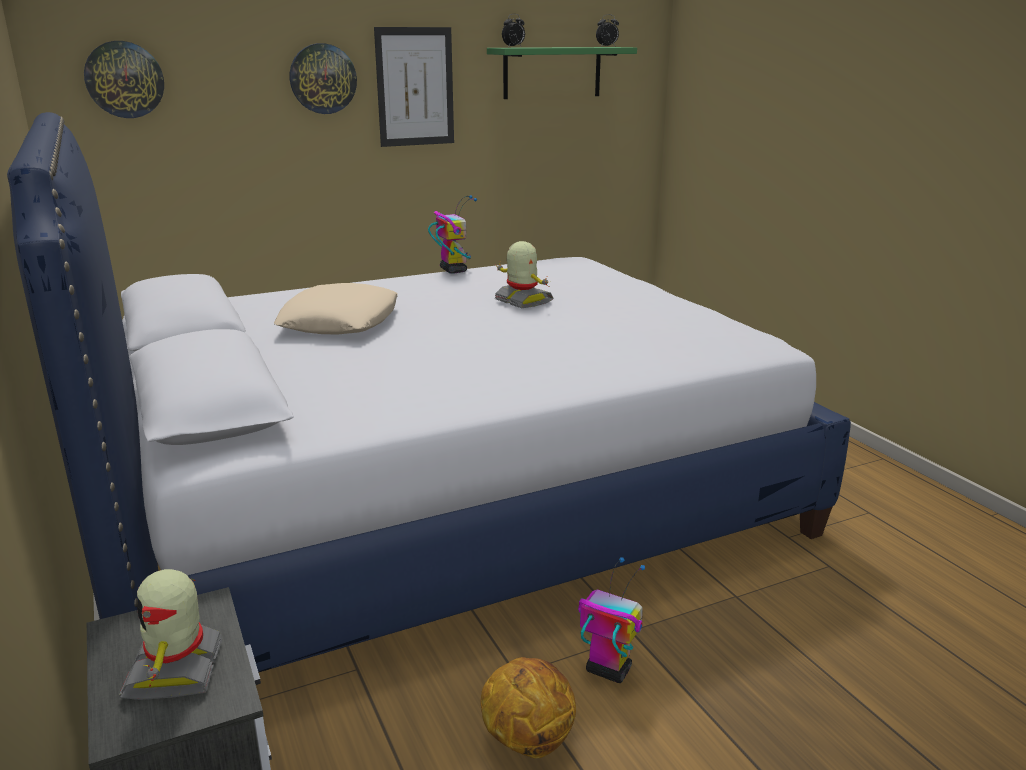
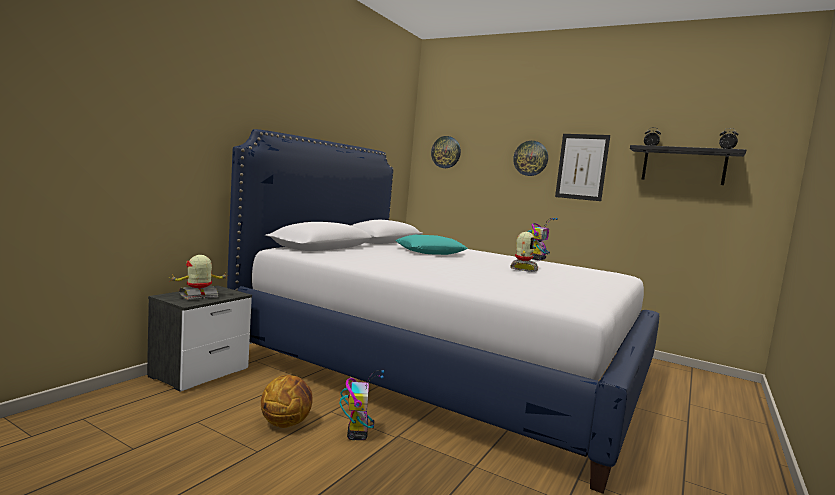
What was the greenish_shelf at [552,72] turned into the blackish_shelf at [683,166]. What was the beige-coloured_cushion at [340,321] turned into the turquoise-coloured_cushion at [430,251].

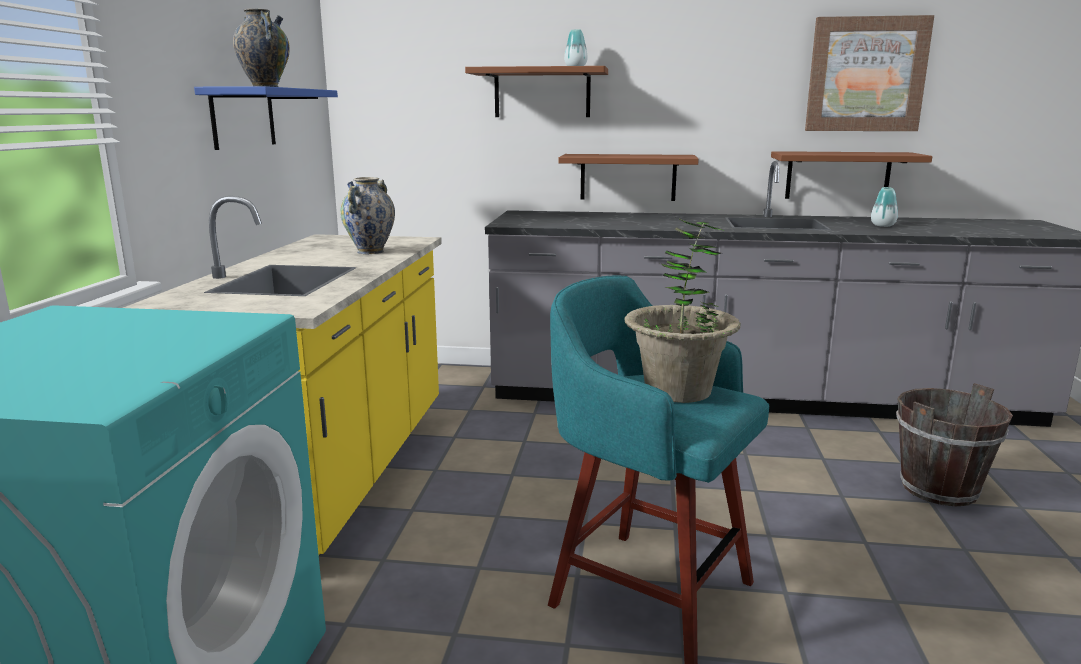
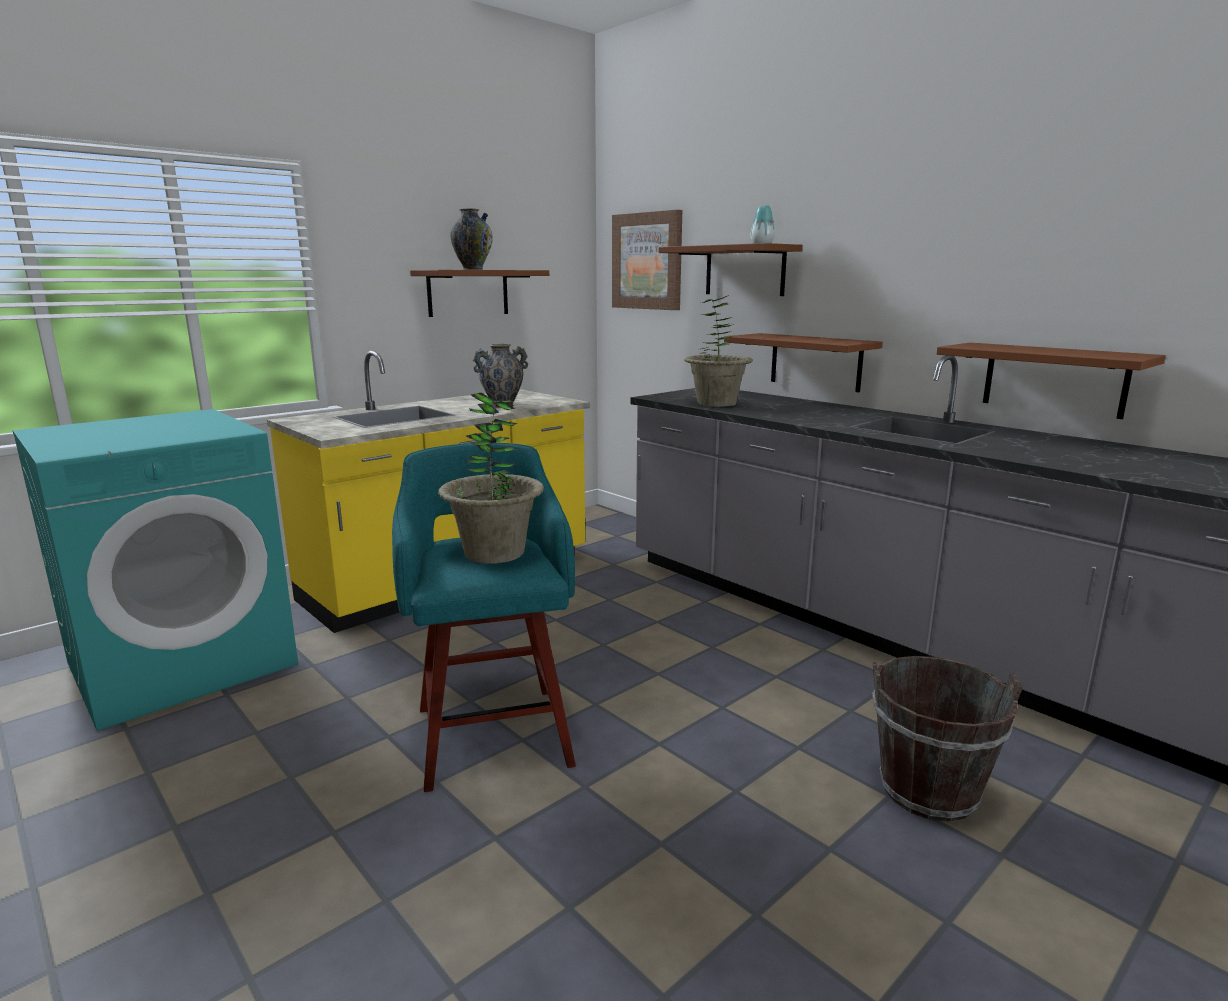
The wall_picture ended up elsewhere, having gone from [866,75] to [647,261]. What was the blue_shelf at [243,118] turned into the brown_shelf at [468,293]. The second view lost the vase at [883,225]. The second view gained the houseplant at [716,403].

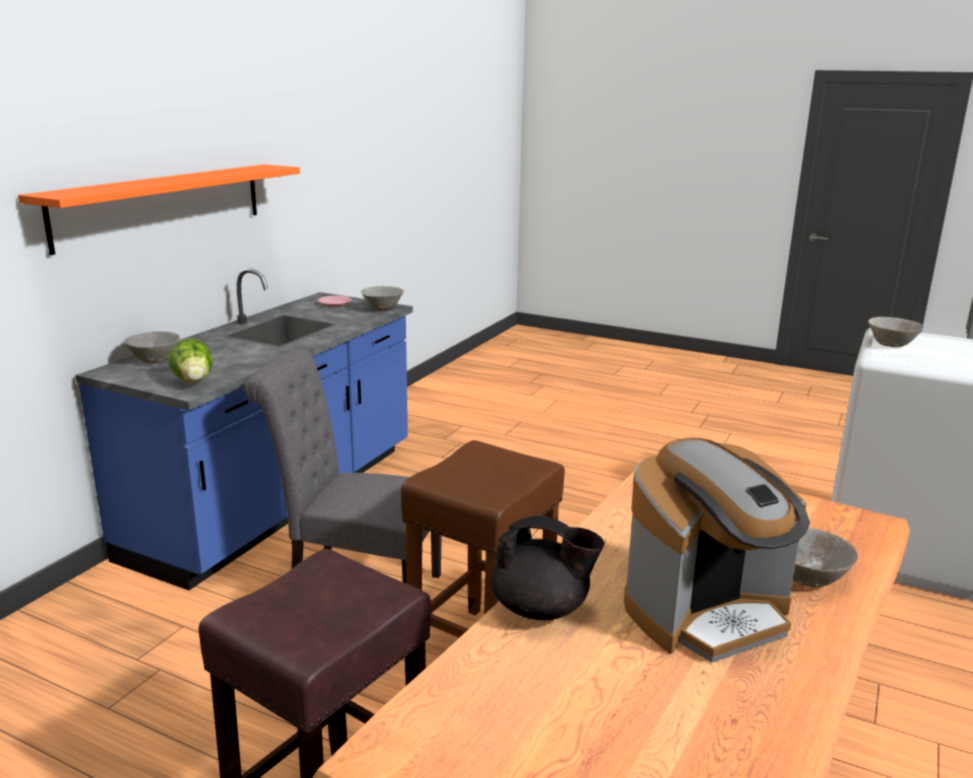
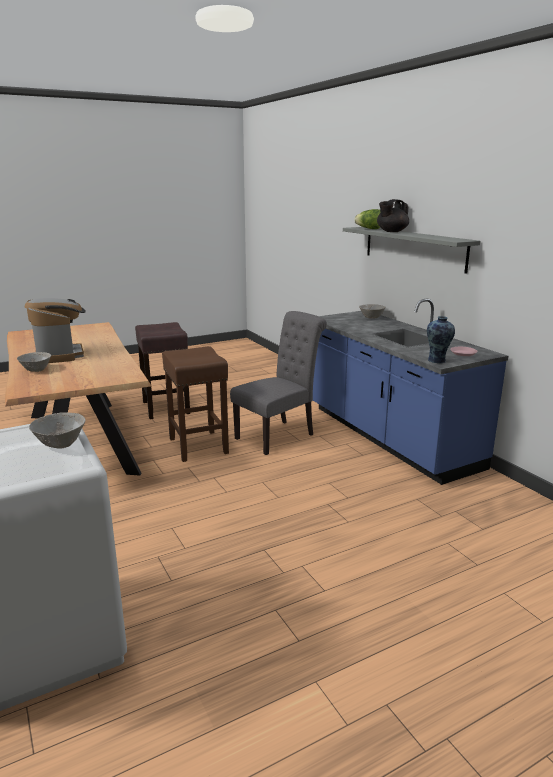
What was the orange_shelf at [162,205] turned into the greyish_shelf at [413,248]. Where the greyish_bowl stood at [383,309], the vase came to stand at [437,361]. The lettuce ended up elsewhere, having gone from [194,381] to [369,229]. The coffee_machine at [707,614] ended up facing another way, 150 degrees clockwise from before. The blackish_tea_pot ended up elsewhere, having gone from [541,609] to [391,231].

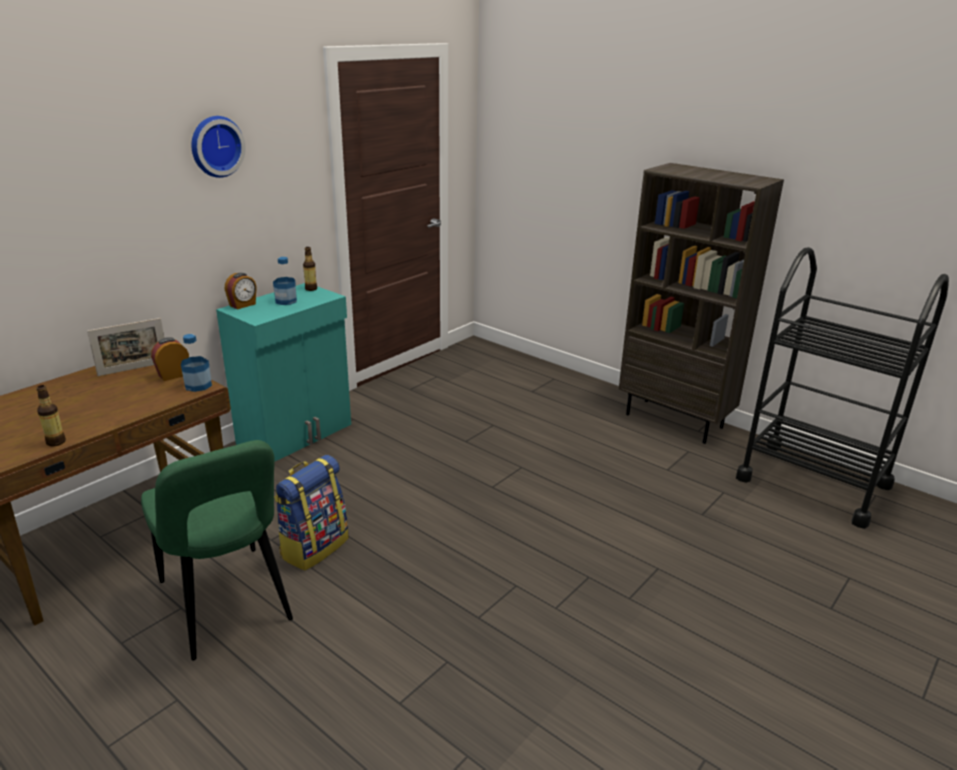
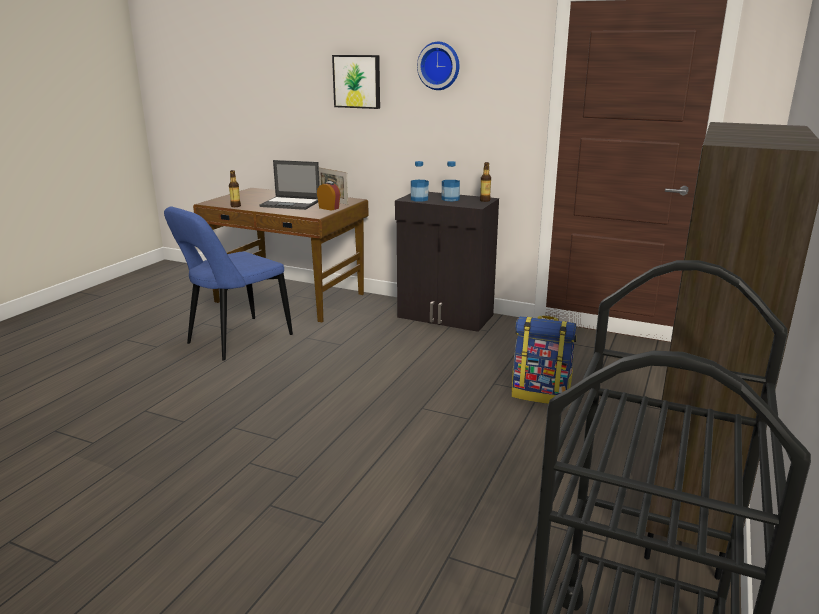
The second view lost the alarm_clock at [243,305]. What was the turquoise-coloured_cupboard at [296,434] turned into the blackish_cupboard at [445,316]. The drink_bottle ended up elsewhere, having gone from [198,385] to [419,199]. What was the greenish_chair at [227,605] turned into the blue_chair at [235,340]. The rucksack ended up elsewhere, having gone from [314,547] to [541,394]. The second view gained the wall_picture at [357,81]. The second view gained the laptop at [291,204].

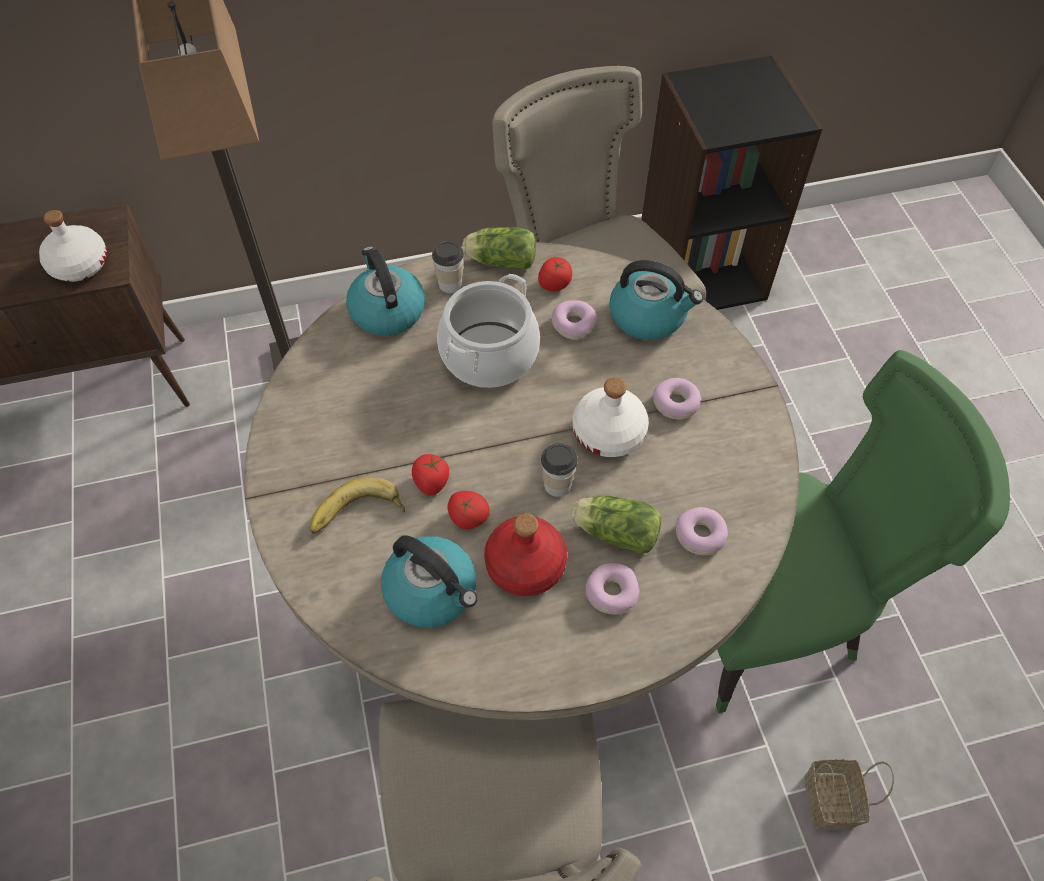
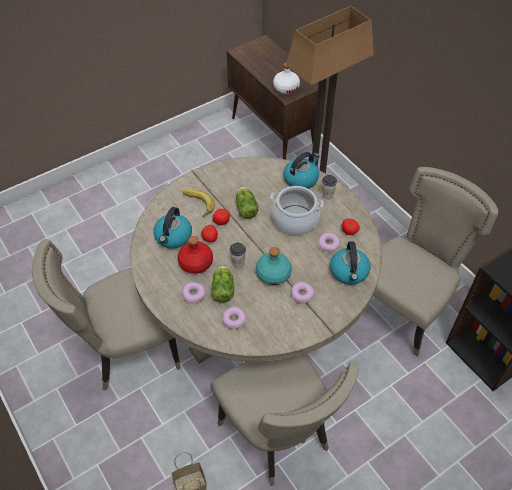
The lettuce ended up elsewhere, having gone from [499,261] to [246,207]. What was the greenish_chair at [769,616] turned into the beige-coloured_chair at [279,436]. What was the whitish_drink_bottle at [609,432] turned into the turquoise-coloured_drink_bottle at [274,274].

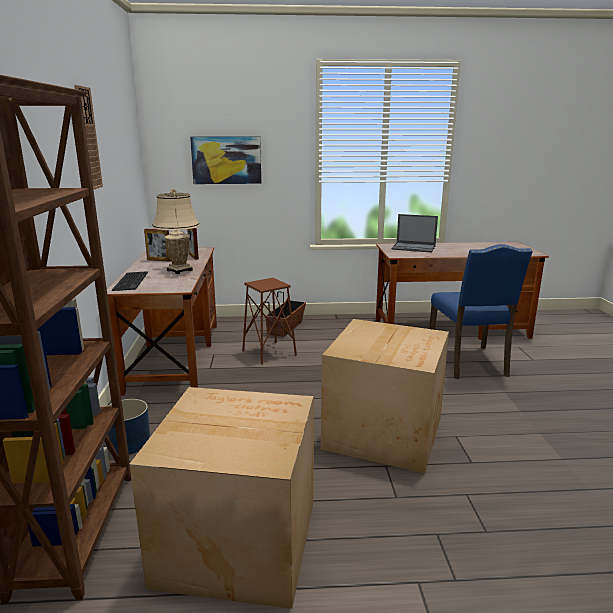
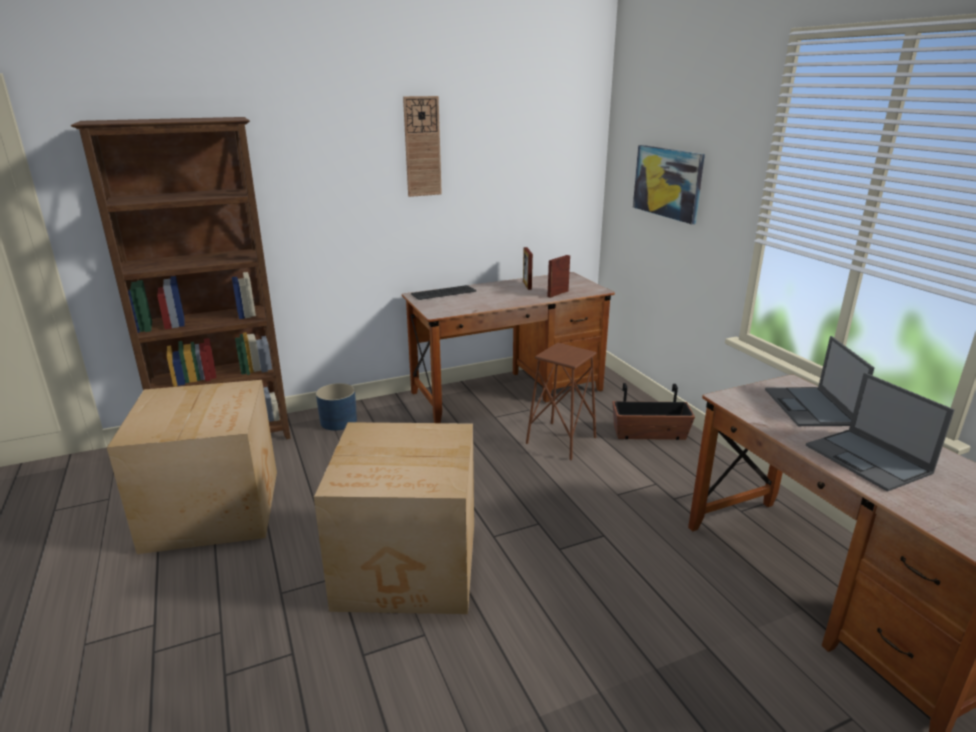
The second view lost the beige-coloured_lamp_for_a_table at [179,270]. The second view lost the blue_chair at [469,363]. The second view gained the laptop at [868,460].

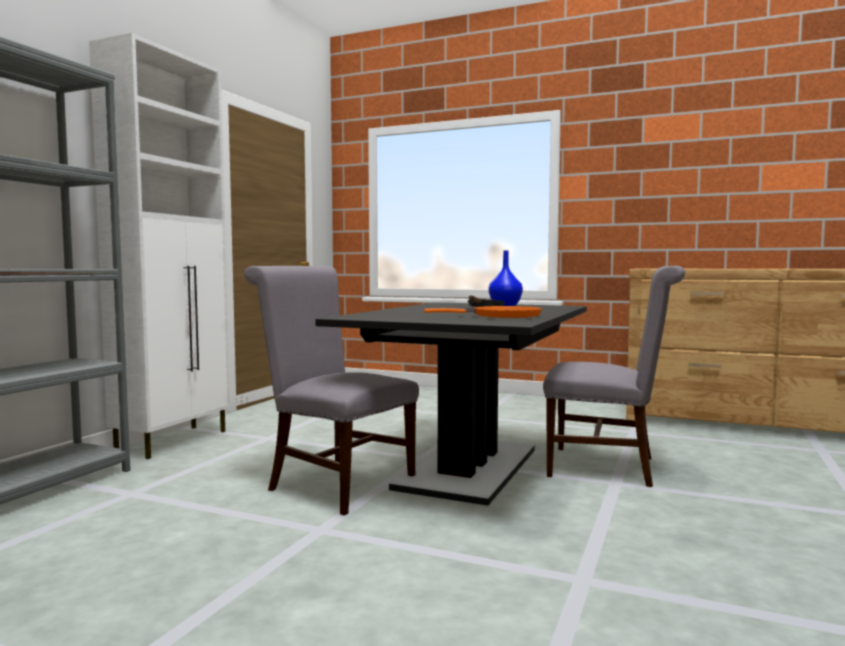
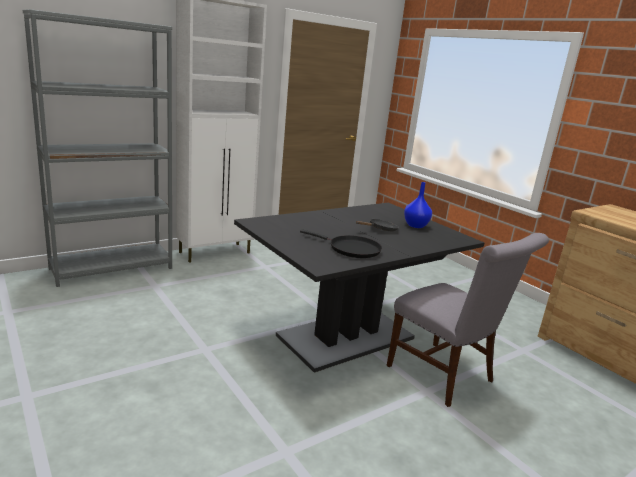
The second view lost the greyish_chair at [334,484]. What was the orange_skillet at [502,316] turned into the blackish_skillet at [351,249].

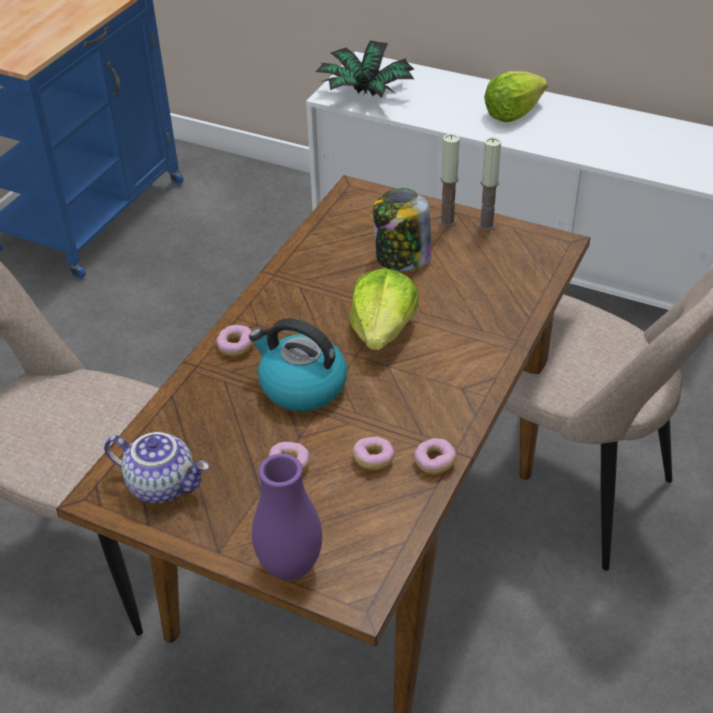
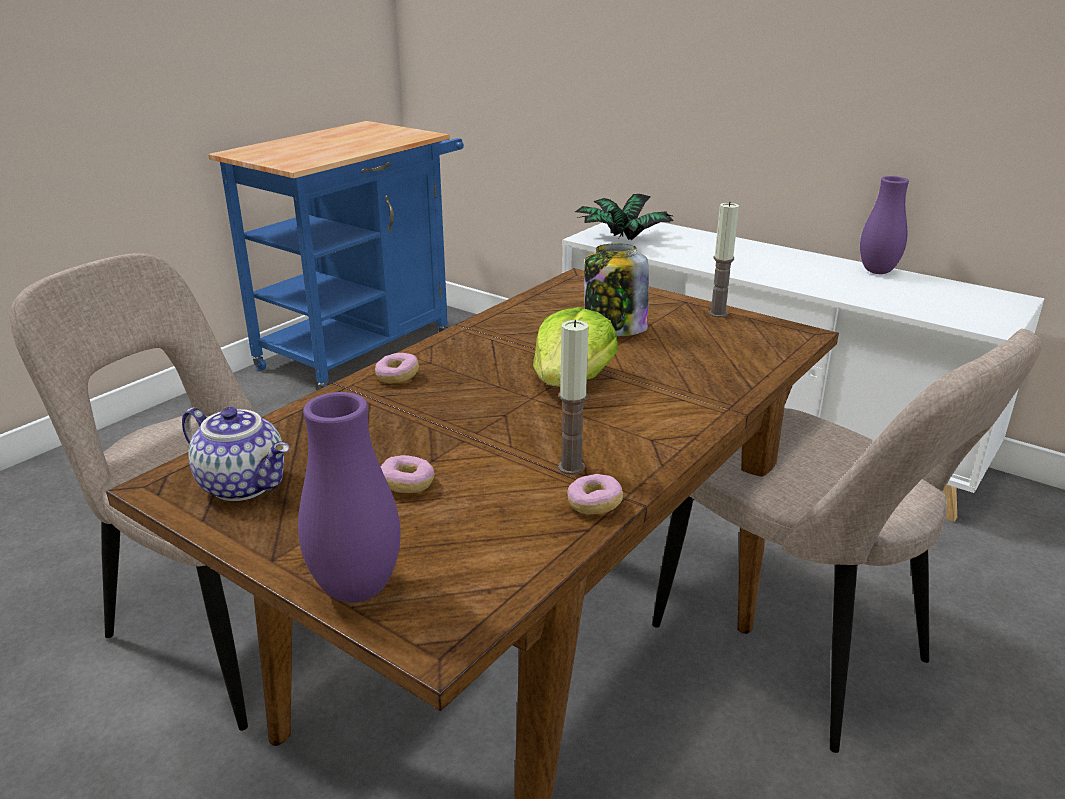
The second view lost the lettuce at [512,113]. The wax_light ended up elsewhere, having gone from [447,222] to [571,467]. The second view lost the water_kettle at [301,386]. The second view lost the ring_doughnut at [373,459]. The second view gained the purple-coloured_vase at [877,271].

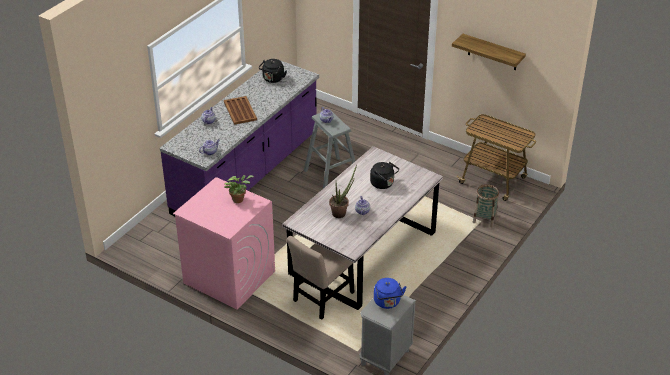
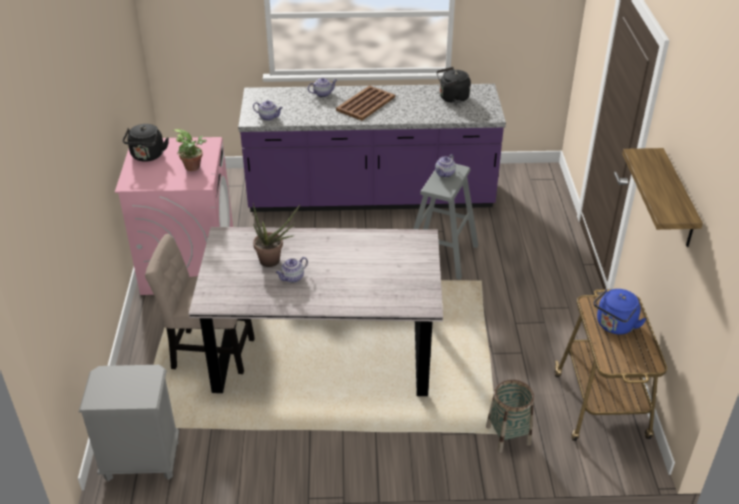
The blackish_water_kettle ended up elsewhere, having gone from [383,184] to [147,156]. The blue_water_kettle ended up elsewhere, having gone from [387,302] to [614,326].

